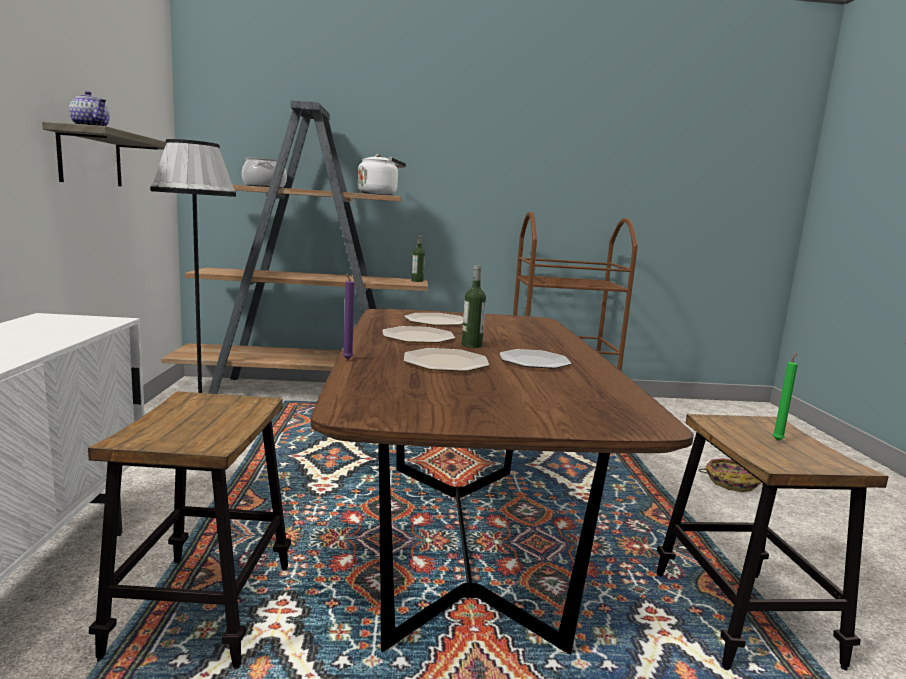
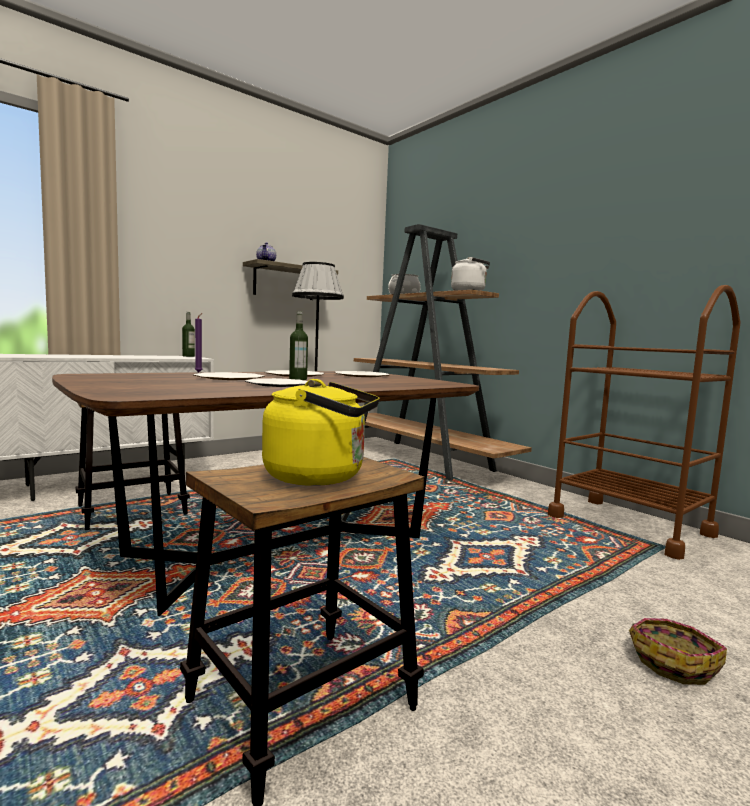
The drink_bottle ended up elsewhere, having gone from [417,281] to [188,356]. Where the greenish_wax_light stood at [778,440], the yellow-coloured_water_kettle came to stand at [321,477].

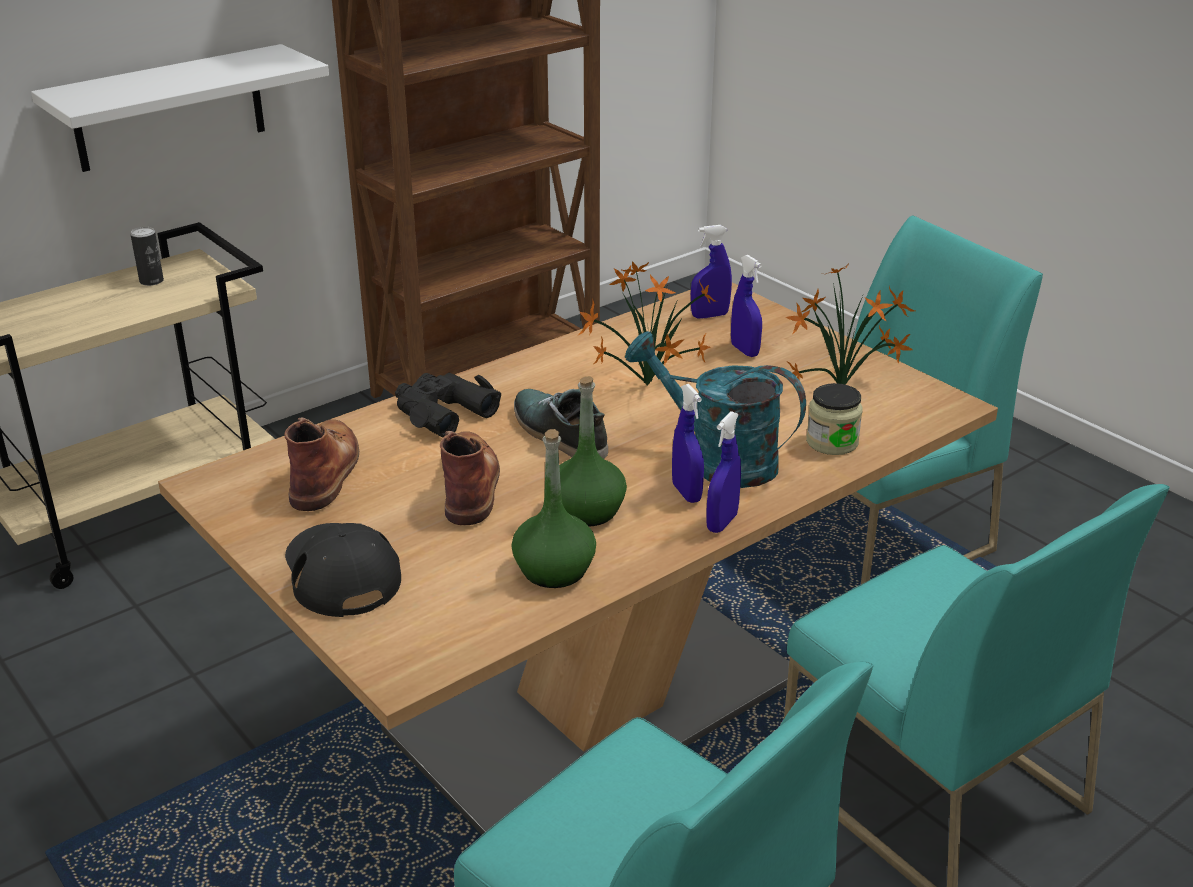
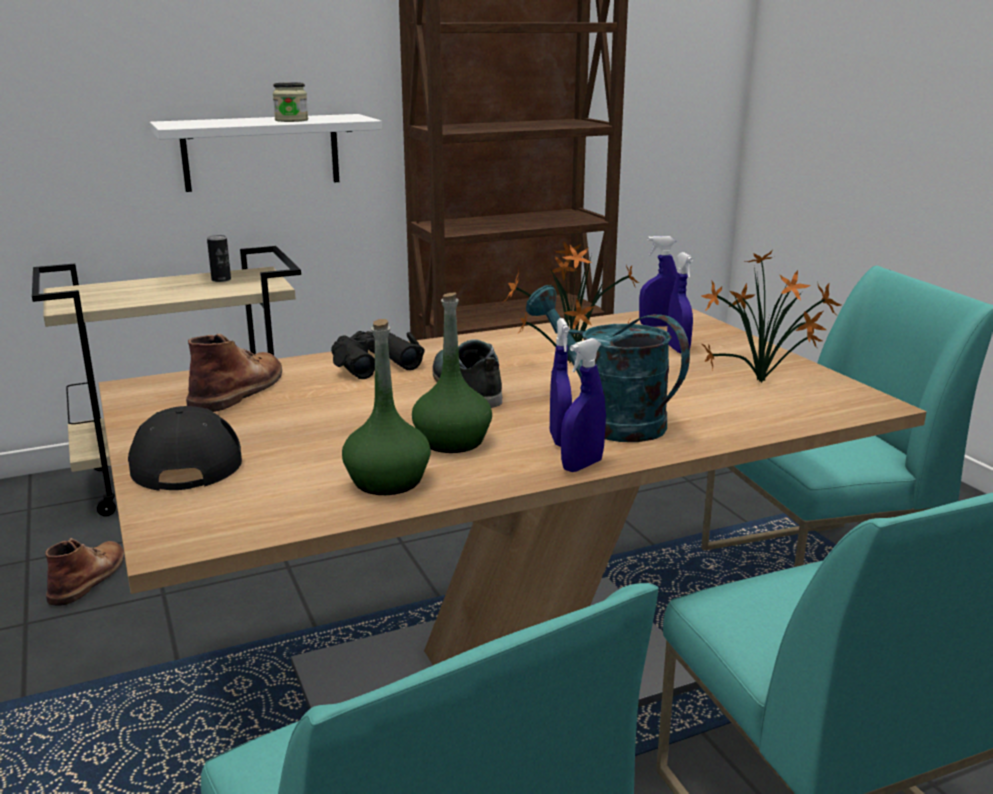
The storage_jar ended up elsewhere, having gone from [832,442] to [291,120]. The brown_boot ended up elsewhere, having gone from [469,483] to [89,577].

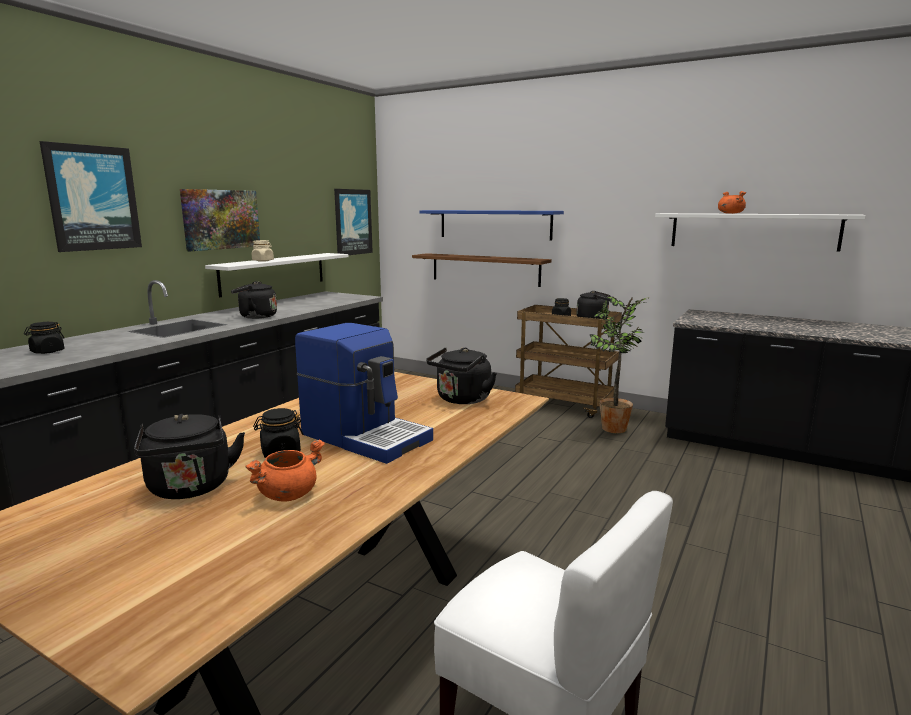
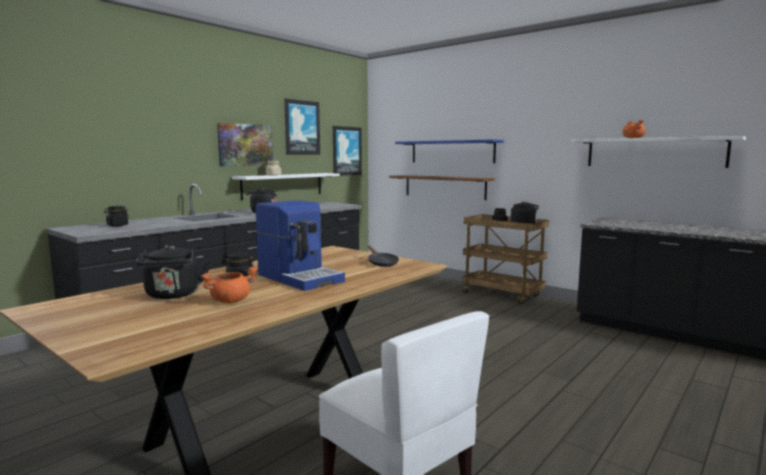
The wall_picture ended up elsewhere, having gone from [93,198] to [301,127]. The second view lost the houseplant at [613,430]. Where the blackish_water_kettle stood at [462,400], the blackish_skillet came to stand at [381,263].

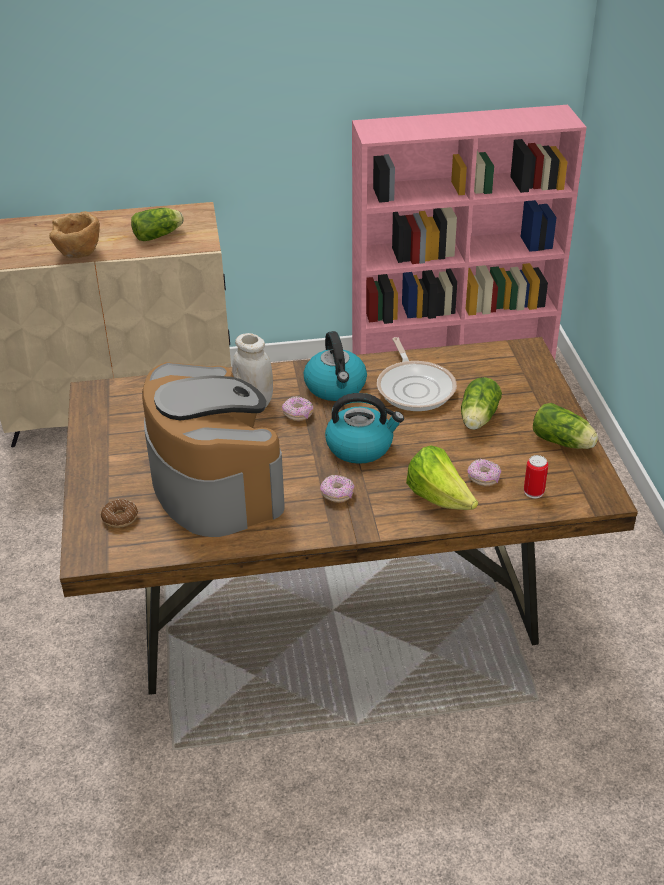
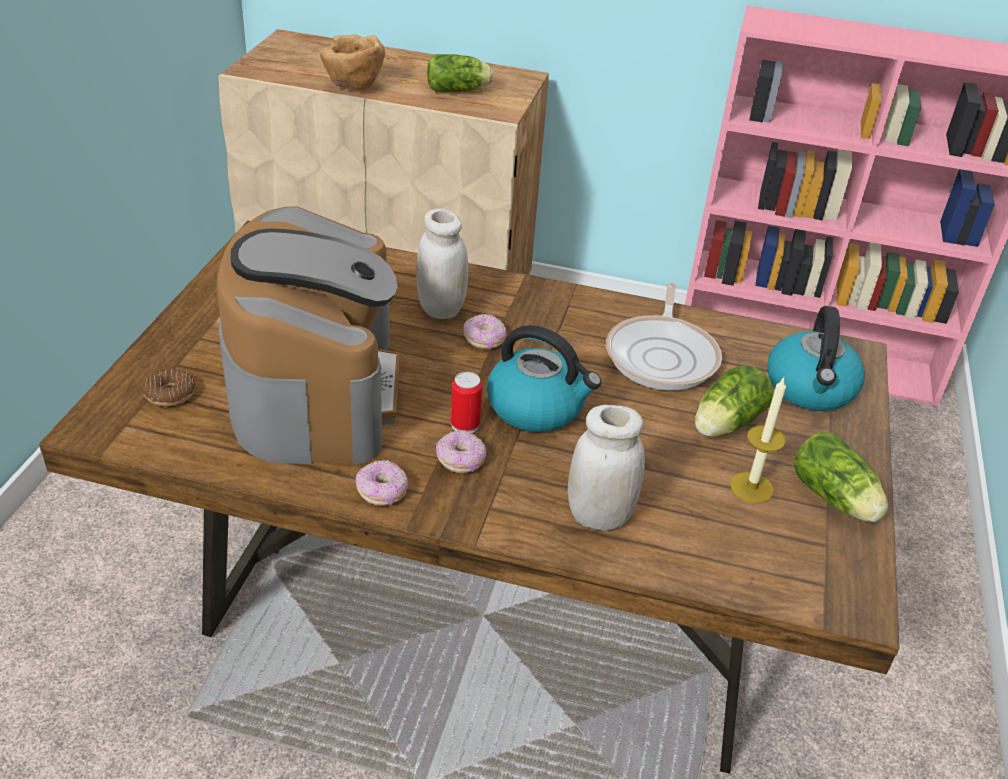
The water_kettle ended up elsewhere, having gone from [336,387] to [810,389]. Where the lettuce stood at [439,498], the whitish_storage_jar came to stand at [599,516]. The sealed_can ended up elsewhere, having gone from [533,492] to [465,425]. The ring_doughnut ended up elsewhere, having gone from [483,479] to [382,492]. The second view gained the wax_light at [751,487].

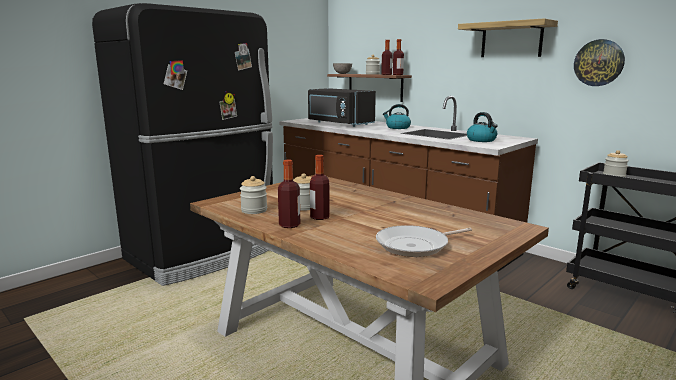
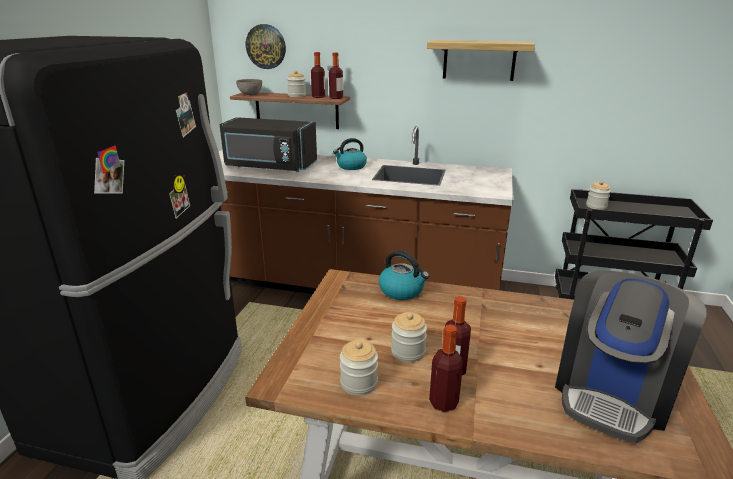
The hanging_clock ended up elsewhere, having gone from [598,63] to [266,46]. The water_kettle ended up elsewhere, having gone from [482,140] to [402,291]. Where the skillet stood at [416,245], the coffee_machine came to stand at [612,392].

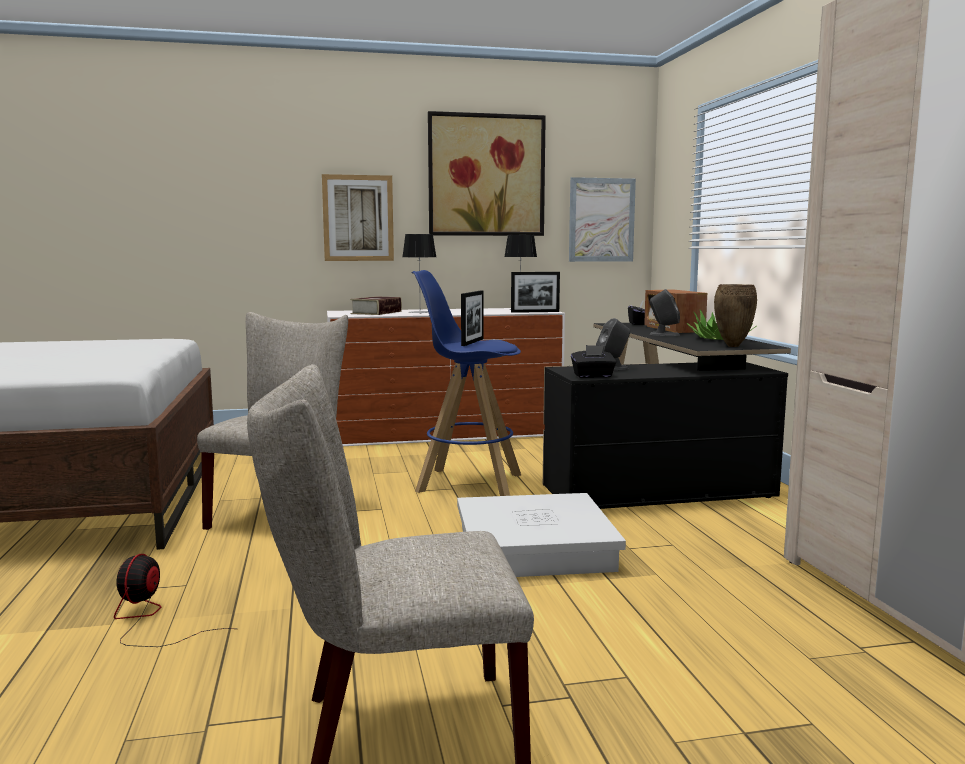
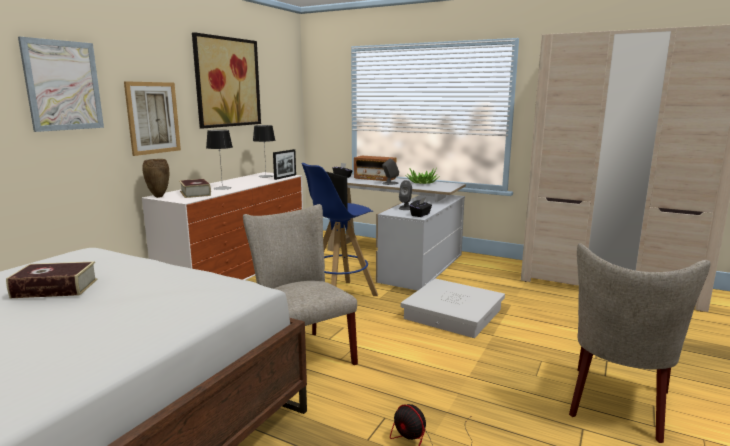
The wall_picture ended up elsewhere, having gone from [601,220] to [63,85]. The brown_vase ended up elsewhere, having gone from [732,346] to [158,197]. What was the blackish_desk at [657,472] turned into the whitish_desk at [396,259]. The second view gained the bound_book at [55,288].

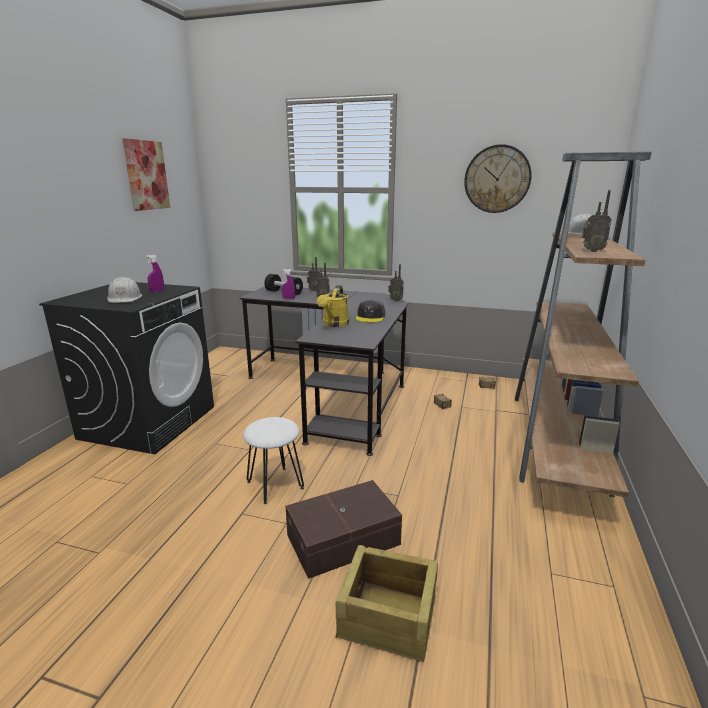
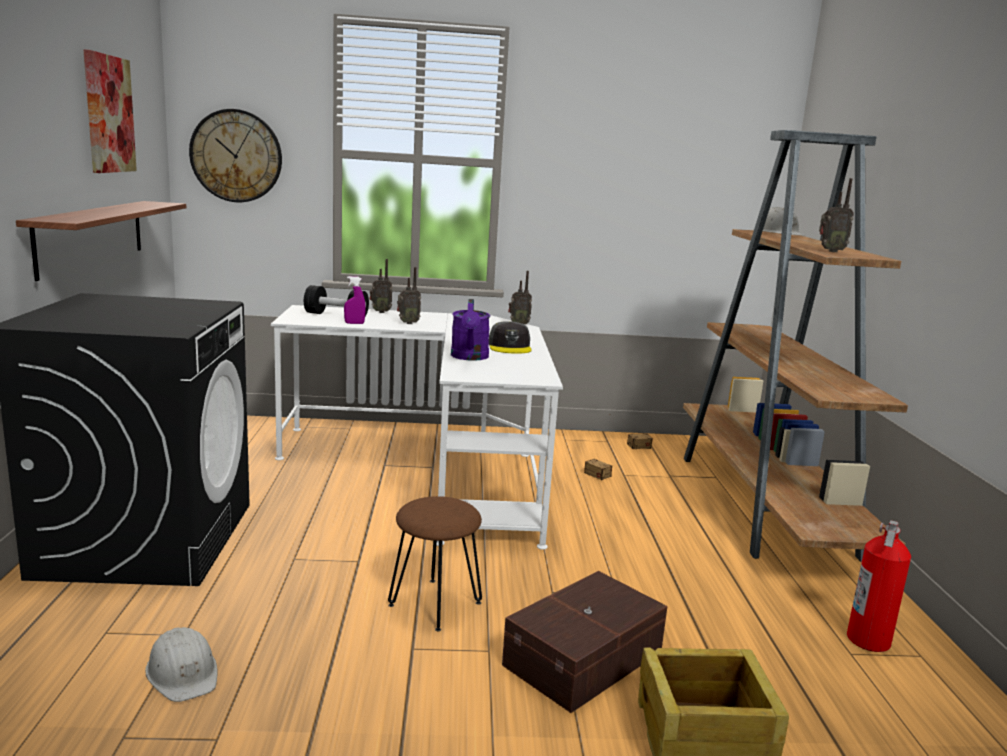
The hanging_clock ended up elsewhere, having gone from [497,179] to [236,156]. The second view lost the purple-coloured_hand_sprayer at [157,291]. The whitish_work_helmet ended up elsewhere, having gone from [125,298] to [183,673]. What was the yellow-coloured_watering_can at [334,324] turned into the purple-coloured_watering_can at [469,357]. What was the blackish_desk at [335,392] turned into the whitish_desk at [433,469]. What was the whitish_sitting_stool at [274,485] turned into the brown_sitting_stool at [434,604]. The second view gained the shelf at [92,236]. The second view gained the fire-fighting_cylinder at [869,640].

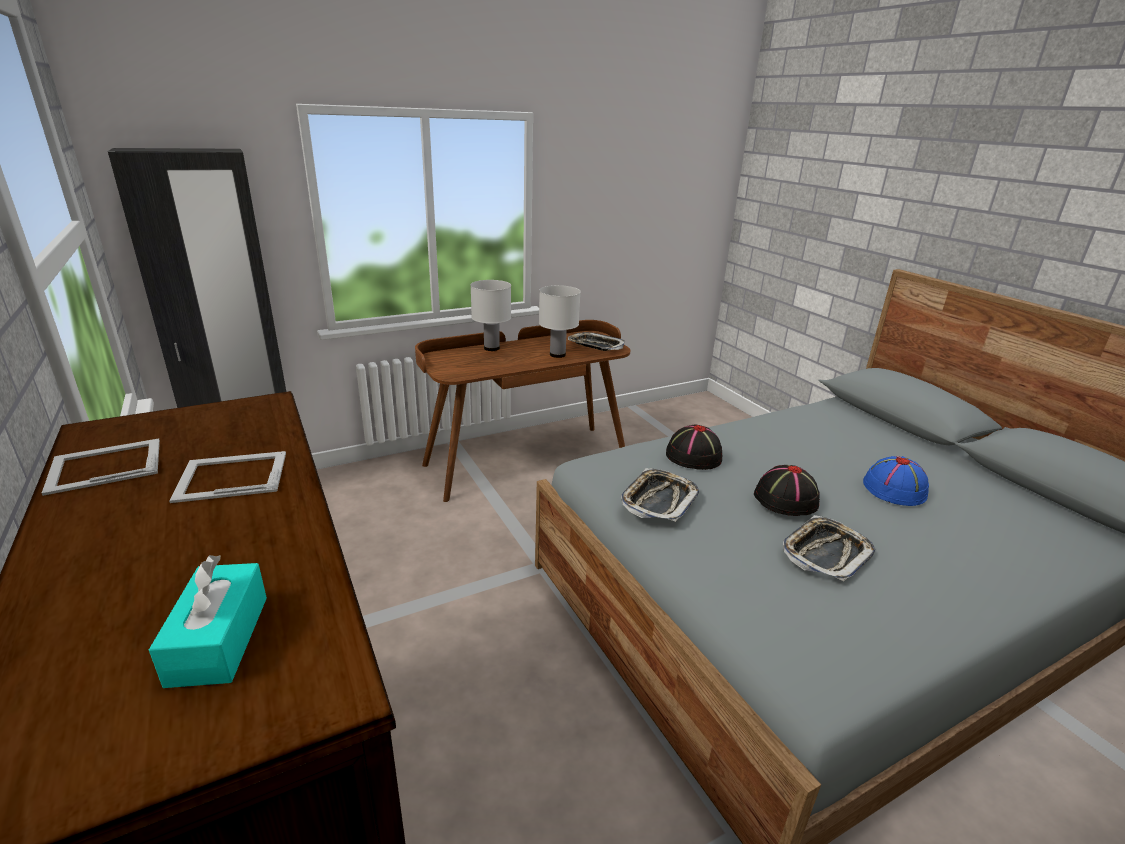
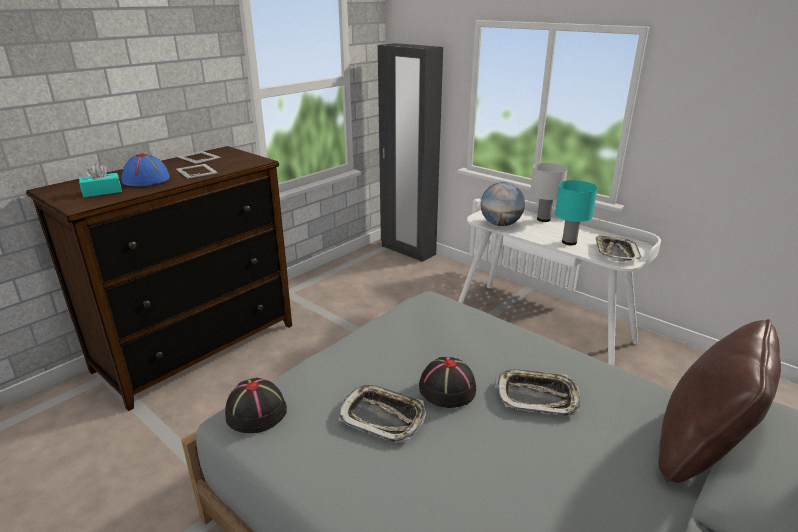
What was the whitish_lamp_for_a_table at [557,354] turned into the turquoise-coloured_lamp_for_a_table at [569,242]. What was the brown_desk at [526,460] turned into the whitish_desk at [543,323]. The blackish_wearable_hat ended up elsewhere, having gone from [693,456] to [256,411]. The blue_wearable_hat ended up elsewhere, having gone from [895,489] to [147,180]. The carrying_tray ended up elsewhere, having gone from [658,500] to [537,396]. The second view gained the world_globe at [500,224]. The second view gained the brown_cushion at [700,450].

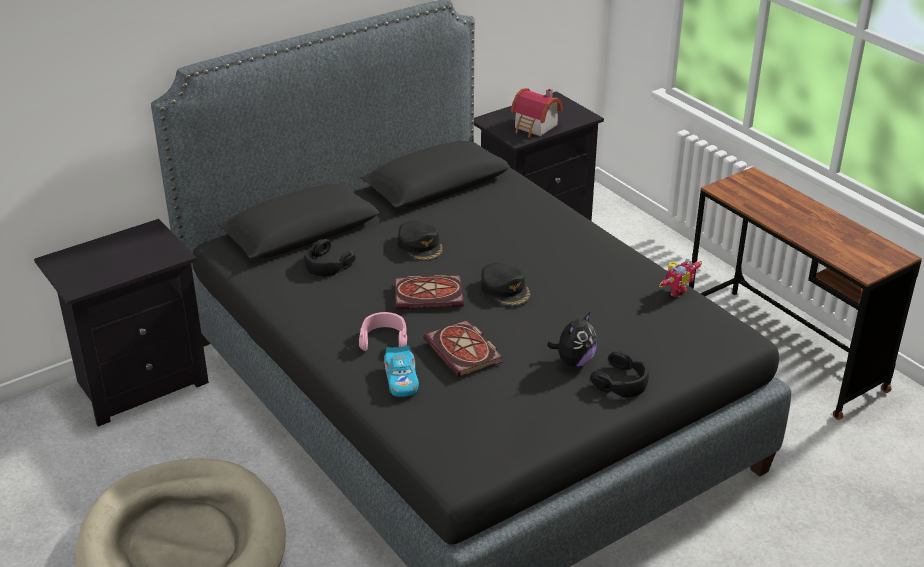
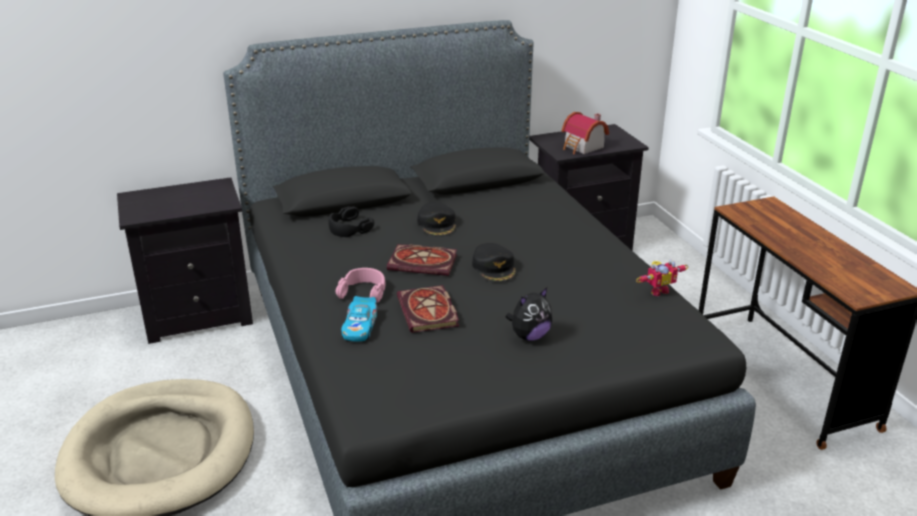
The second view lost the blackish_headphones at [622,382].

